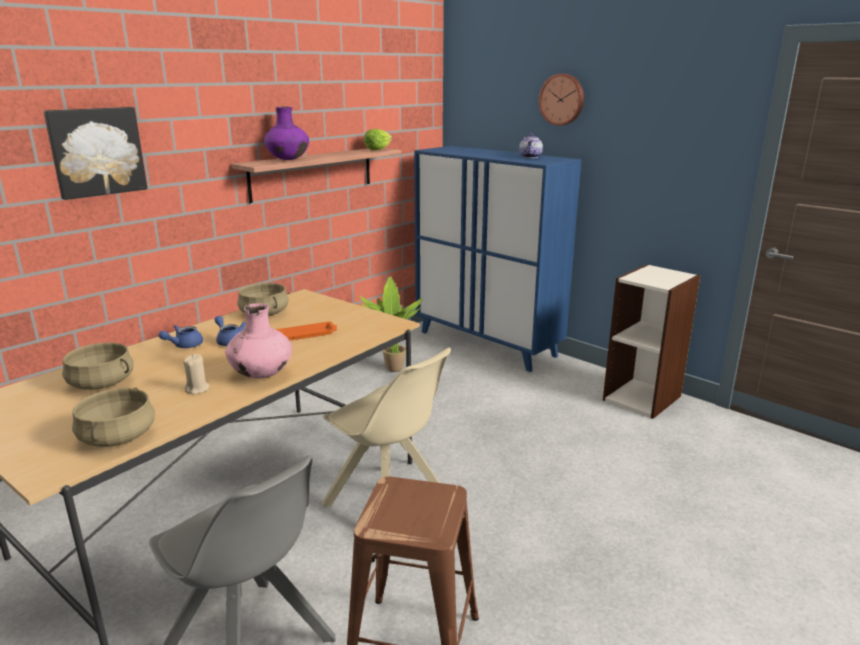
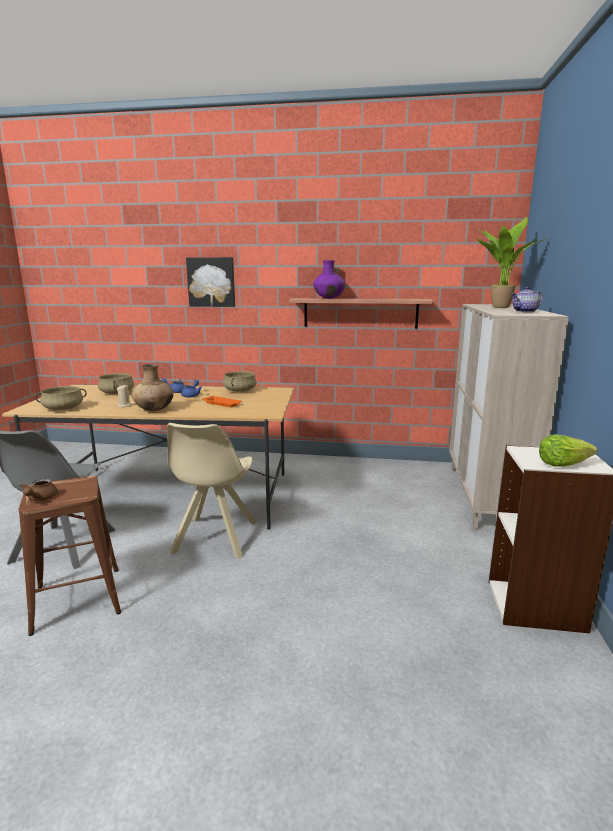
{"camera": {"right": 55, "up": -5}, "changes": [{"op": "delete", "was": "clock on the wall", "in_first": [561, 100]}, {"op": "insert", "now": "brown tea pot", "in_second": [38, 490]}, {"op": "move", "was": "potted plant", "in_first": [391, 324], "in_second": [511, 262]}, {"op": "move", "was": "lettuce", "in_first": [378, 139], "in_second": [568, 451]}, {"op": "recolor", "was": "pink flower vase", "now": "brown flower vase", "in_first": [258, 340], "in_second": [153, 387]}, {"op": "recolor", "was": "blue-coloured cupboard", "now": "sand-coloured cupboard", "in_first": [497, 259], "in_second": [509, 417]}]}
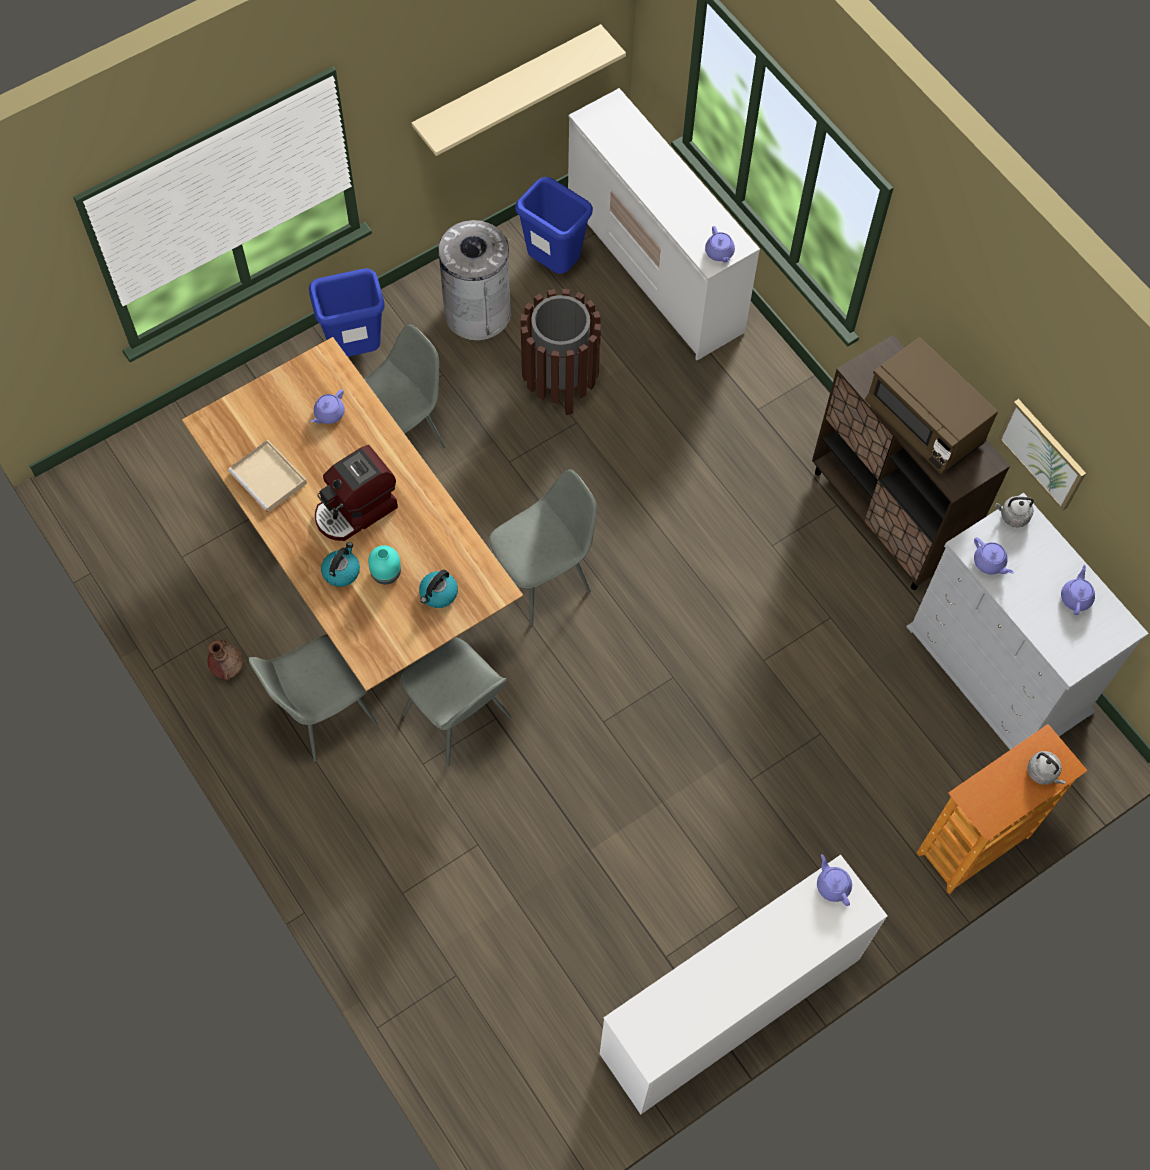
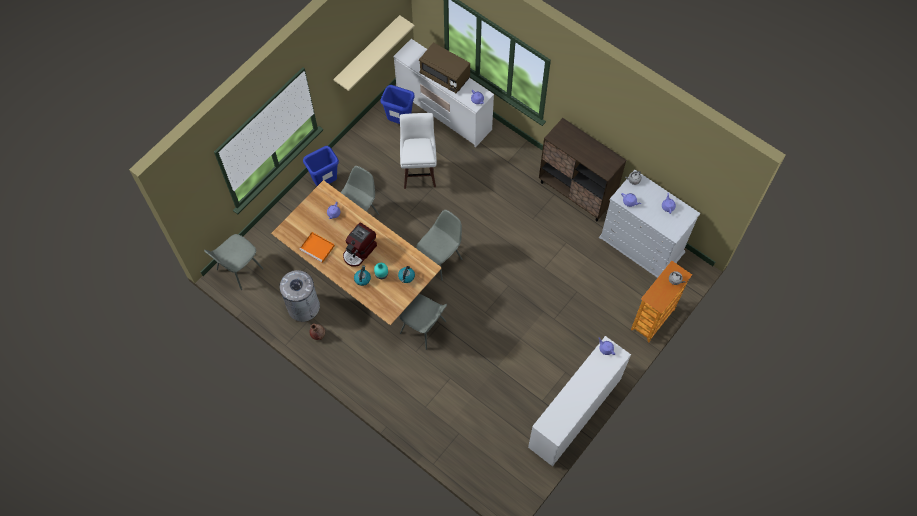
{"camera": {"right": -15, "up": 0}, "changes": [{"op": "delete", "was": "wall art", "in_first": [1042, 455]}, {"op": "move", "was": "gray plain chair", "in_first": [313, 698], "in_second": [234, 262]}, {"op": "move", "was": "gray trash can", "in_first": [474, 280], "in_second": [299, 296]}, {"op": "move", "was": "brown kitchen microwave", "in_first": [931, 405], "in_second": [444, 67]}, {"op": "replace", "was": "brown trash can", "now": "whitish stool seat", "in_first": [561, 352], "in_second": [418, 151]}, {"op": "recolor", "was": "sand-coloured serving tray", "now": "orange-coloured serving tray", "in_first": [267, 476], "in_second": [317, 247]}]}
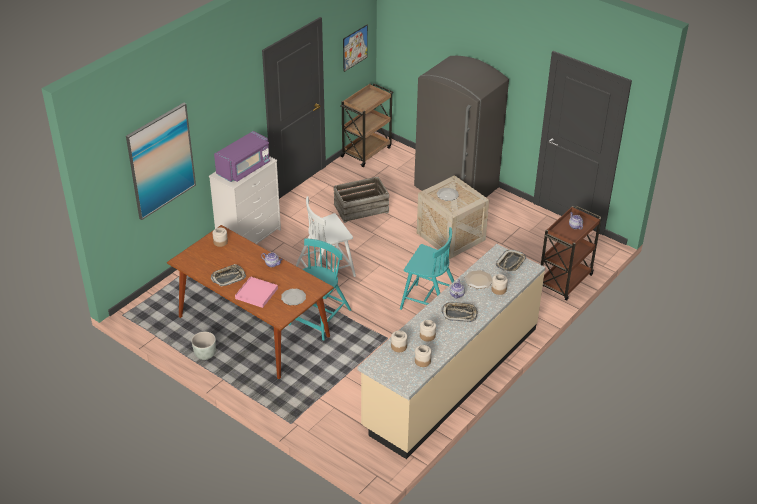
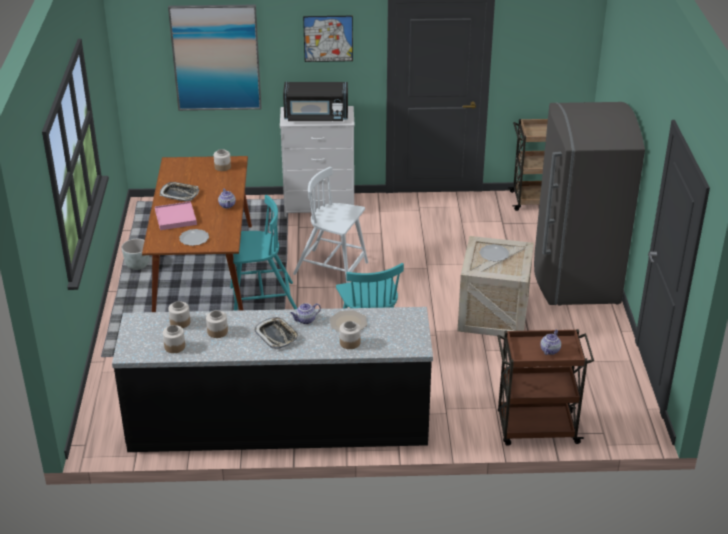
{"camera": {"right": 50, "up": -5}, "changes": [{"op": "delete", "was": "shipping crate", "in_first": [361, 200]}, {"op": "delete", "was": "serving tray", "in_first": [511, 261]}, {"op": "move", "was": "wall art", "in_first": [355, 48], "in_second": [328, 39]}, {"op": "recolor", "was": "purplish kitchen microwave", "now": "black-coloured kitchen microwave", "in_first": [242, 156], "in_second": [315, 101]}, {"op": "recolor", "was": "sand-coloured counter", "now": "black-coloured counter", "in_first": [451, 351], "in_second": [272, 379]}]}
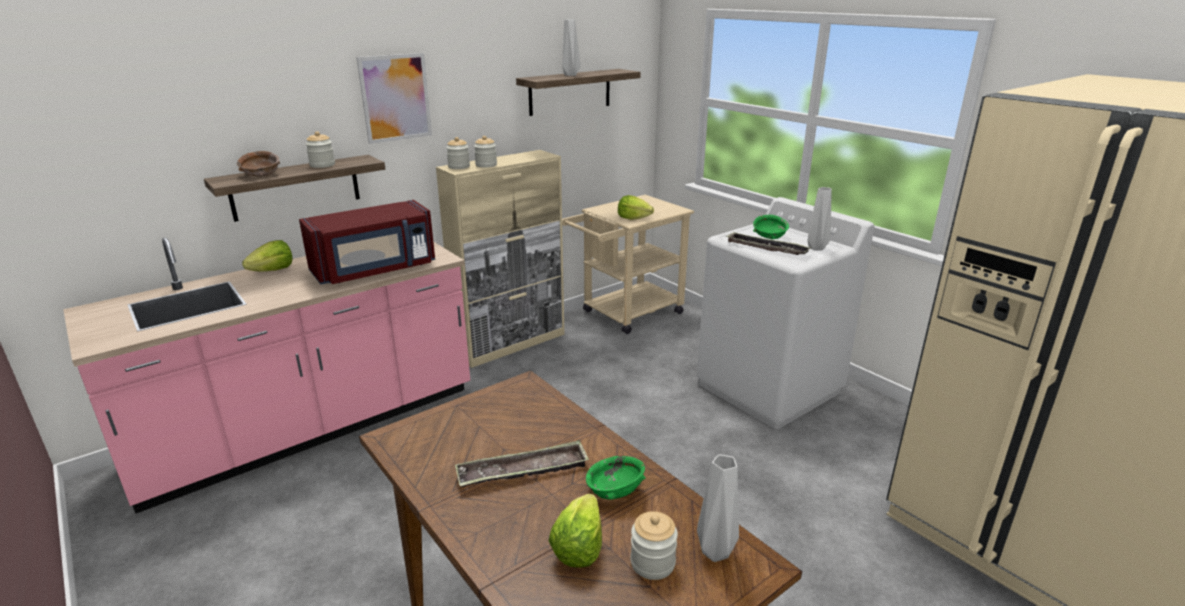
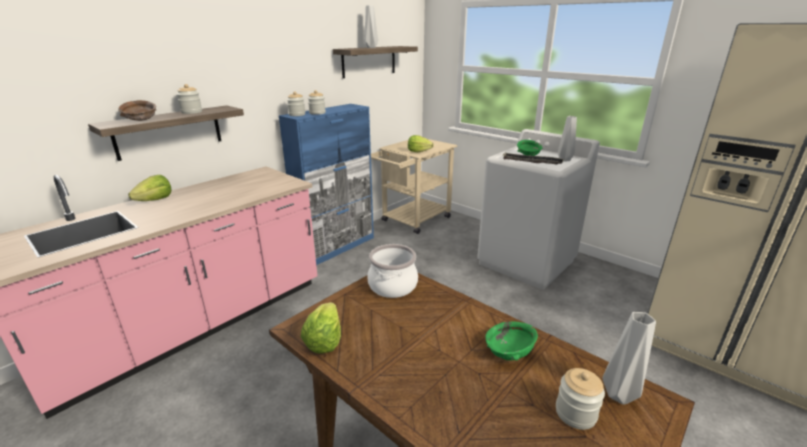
{"camera": {"right": -10, "up": 0}, "changes": [{"op": "delete", "was": "red kitchen microwave", "in_first": [367, 242]}, {"op": "delete", "was": "wall art", "in_first": [394, 98]}, {"op": "delete", "was": "serving tray", "in_first": [522, 463]}, {"op": "insert", "now": "cooking pot", "in_second": [392, 271]}, {"op": "move", "was": "lettuce", "in_first": [575, 531], "in_second": [321, 327]}, {"op": "recolor", "was": "sand-coloured cupboard", "now": "blue-coloured cupboard", "in_first": [500, 259], "in_second": [326, 184]}]}
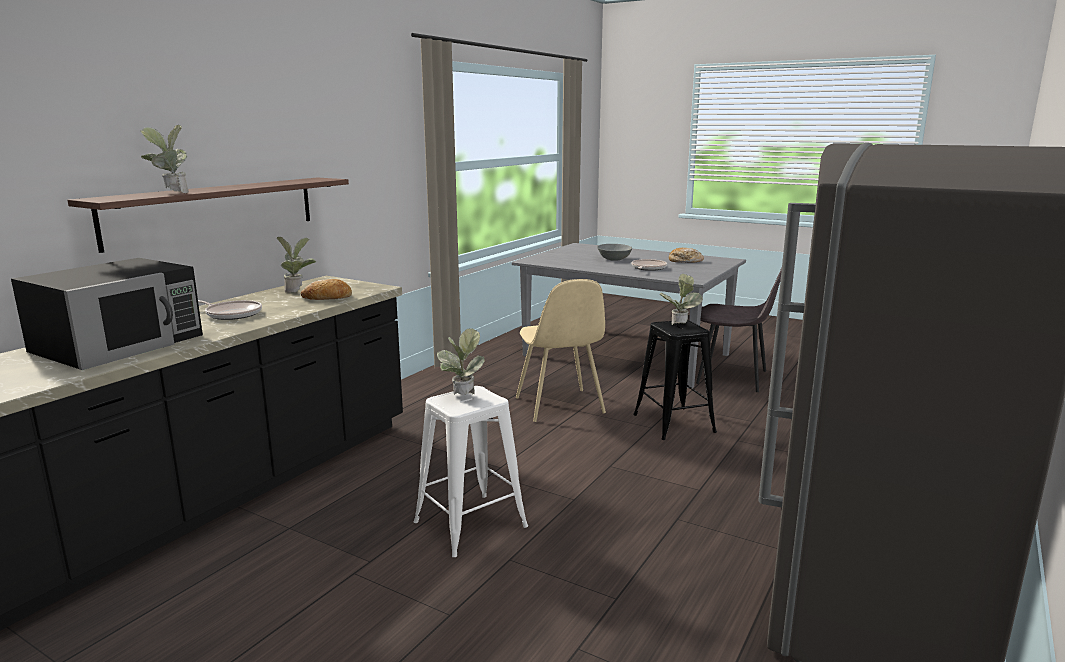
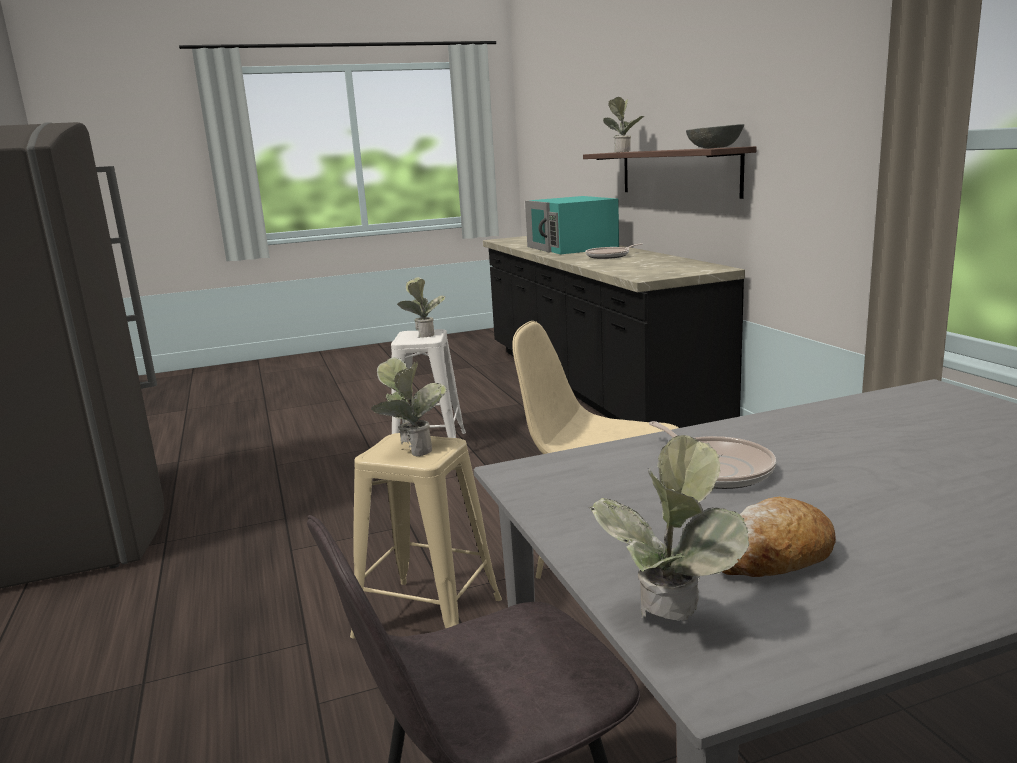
{"camera": {"right": 130, "up": 0}, "changes": [{"op": "delete", "was": "bakery bread", "in_first": [326, 289]}, {"op": "move", "was": "potted plant", "in_first": [296, 265], "in_second": [669, 528]}, {"op": "move", "was": "gray deep dish", "in_first": [614, 252], "in_second": [715, 136]}, {"op": "recolor", "was": "black-coloured kitchen microwave", "now": "turquoise kitchen microwave", "in_first": [107, 314], "in_second": [572, 225]}, {"op": "recolor", "was": "black-coloured stool seat", "now": "sand-coloured stool seat", "in_first": [675, 380], "in_second": [426, 536]}]}
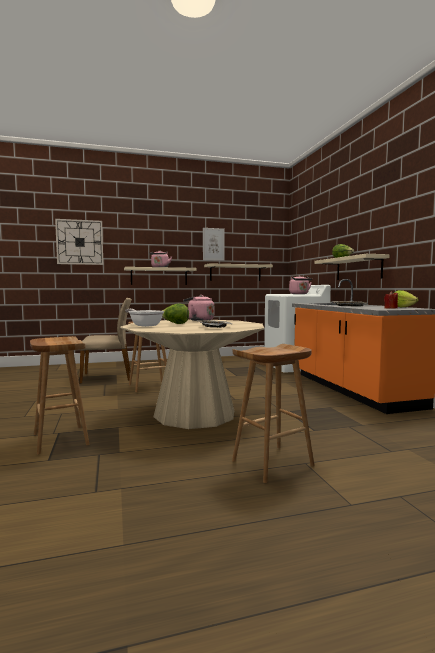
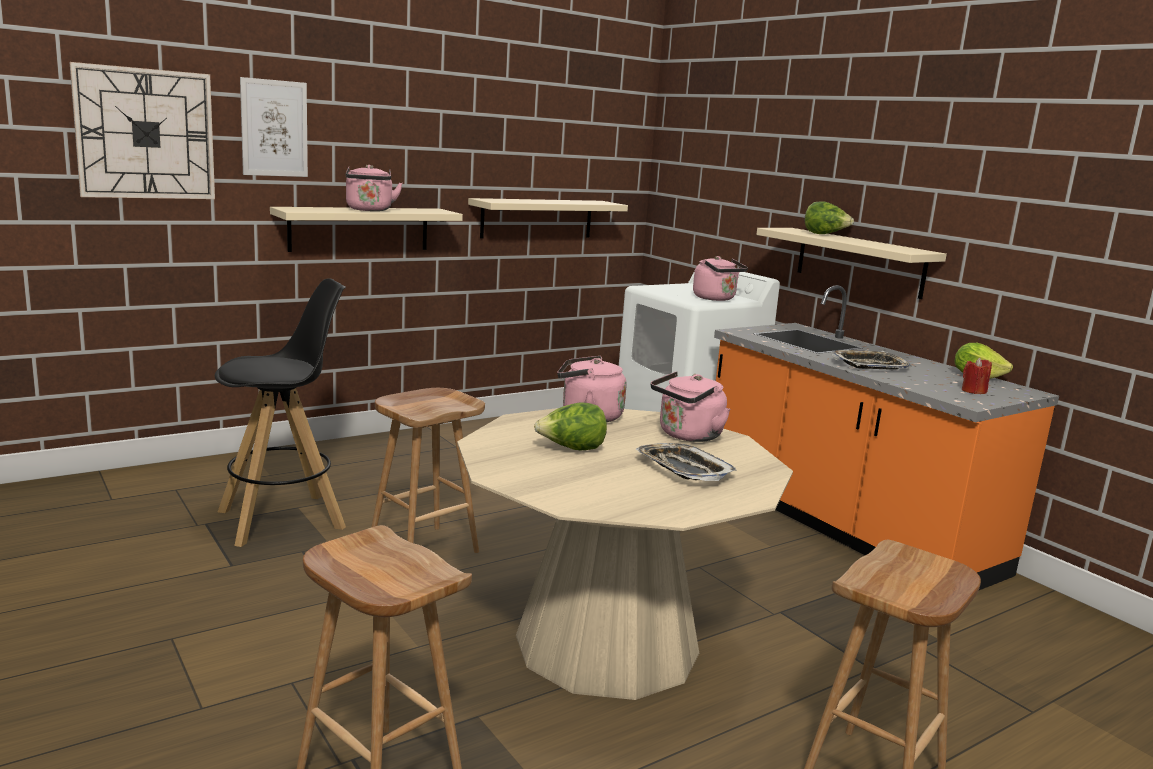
{"camera": {"right": -20, "up": 10}, "changes": [{"op": "delete", "was": "skillet", "in_first": [144, 318]}, {"op": "insert", "now": "pink water kettle", "in_second": [691, 406]}, {"op": "move", "was": "wall art", "in_first": [213, 244], "in_second": [274, 127]}, {"op": "replace", "was": "sand-coloured plain chair", "now": "black-coloured stool seat", "in_first": [106, 340], "in_second": [280, 412]}]}
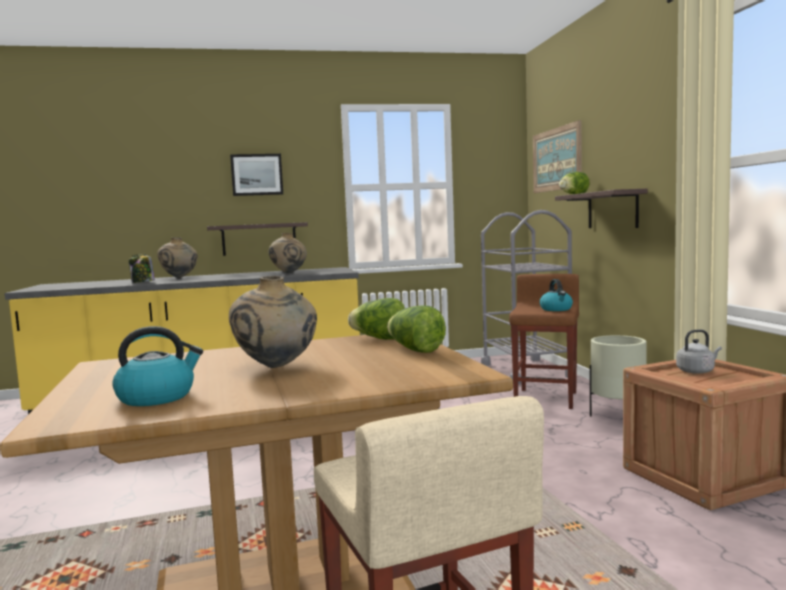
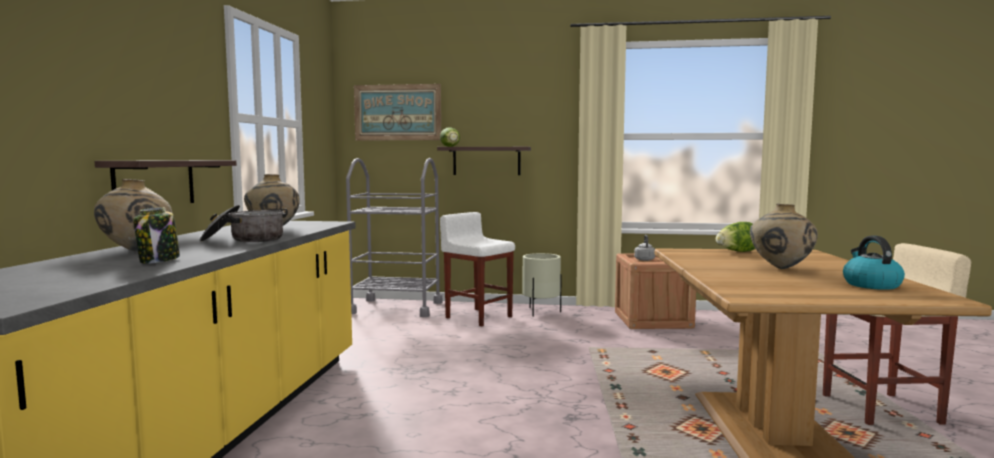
{"camera": {"right": -70, "up": 0}, "changes": [{"op": "delete", "was": "wall art", "in_first": [256, 175]}, {"op": "delete", "was": "lettuce", "in_first": [376, 319]}, {"op": "delete", "was": "water kettle", "in_first": [556, 295]}, {"op": "insert", "now": "cooking pot", "in_second": [244, 223]}, {"op": "recolor", "was": "brown stool seat", "now": "whitish stool seat", "in_first": [544, 341], "in_second": [477, 269]}]}
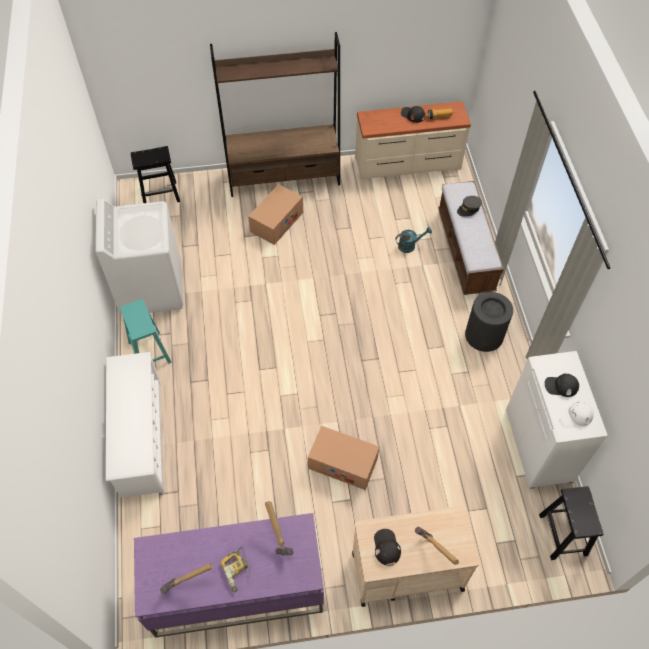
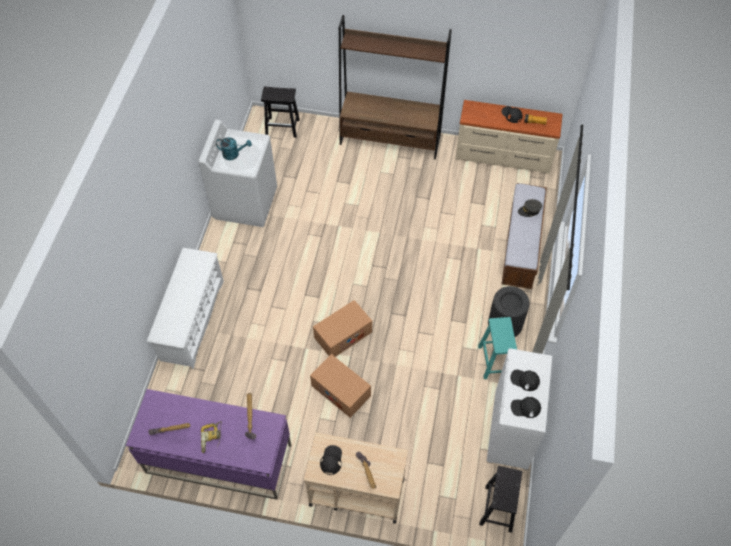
{"camera": {"right": 20, "up": 0}, "changes": [{"op": "move", "was": "turquoise stool seat", "in_first": [146, 331], "in_second": [497, 348]}, {"op": "move", "was": "cardboard box", "in_first": [275, 214], "in_second": [342, 328]}, {"op": "move", "was": "turquoise sprinkling can", "in_first": [413, 240], "in_second": [234, 148]}, {"op": "recolor", "was": "whitish peaked cap", "now": "black-coloured peaked cap", "in_first": [576, 415], "in_second": [526, 407]}]}
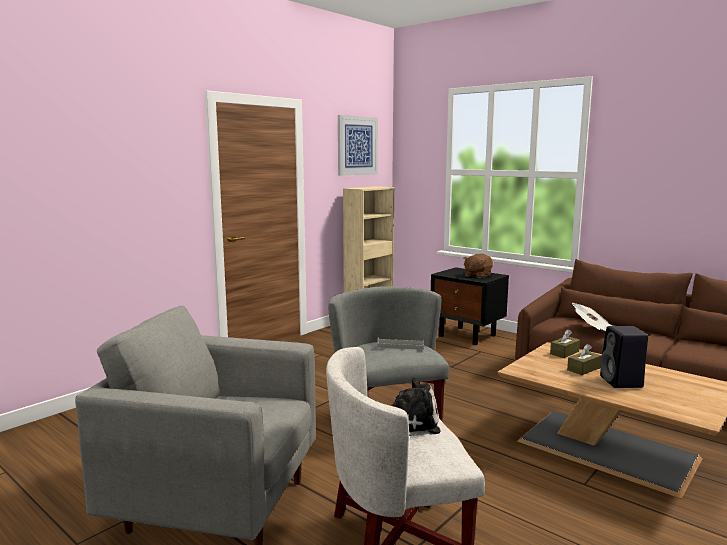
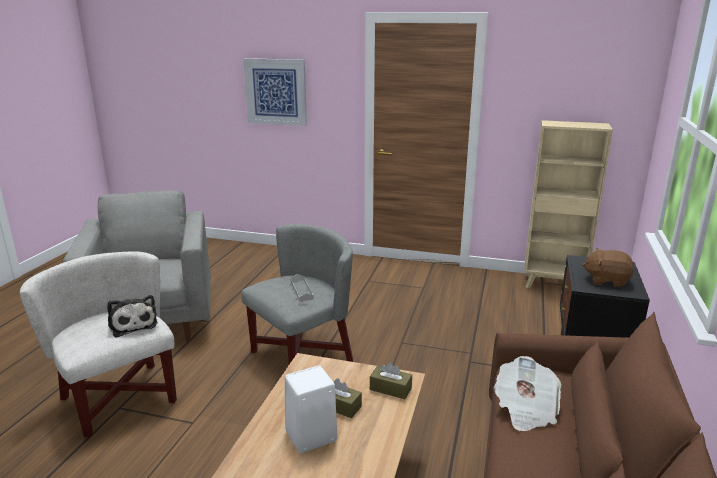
{"camera": {"right": 65, "up": 10}, "changes": [{"op": "move", "was": "wall art", "in_first": [358, 145], "in_second": [275, 92]}, {"op": "recolor", "was": "black-coloured speaker", "now": "whitish speaker", "in_first": [624, 357], "in_second": [311, 409]}]}
